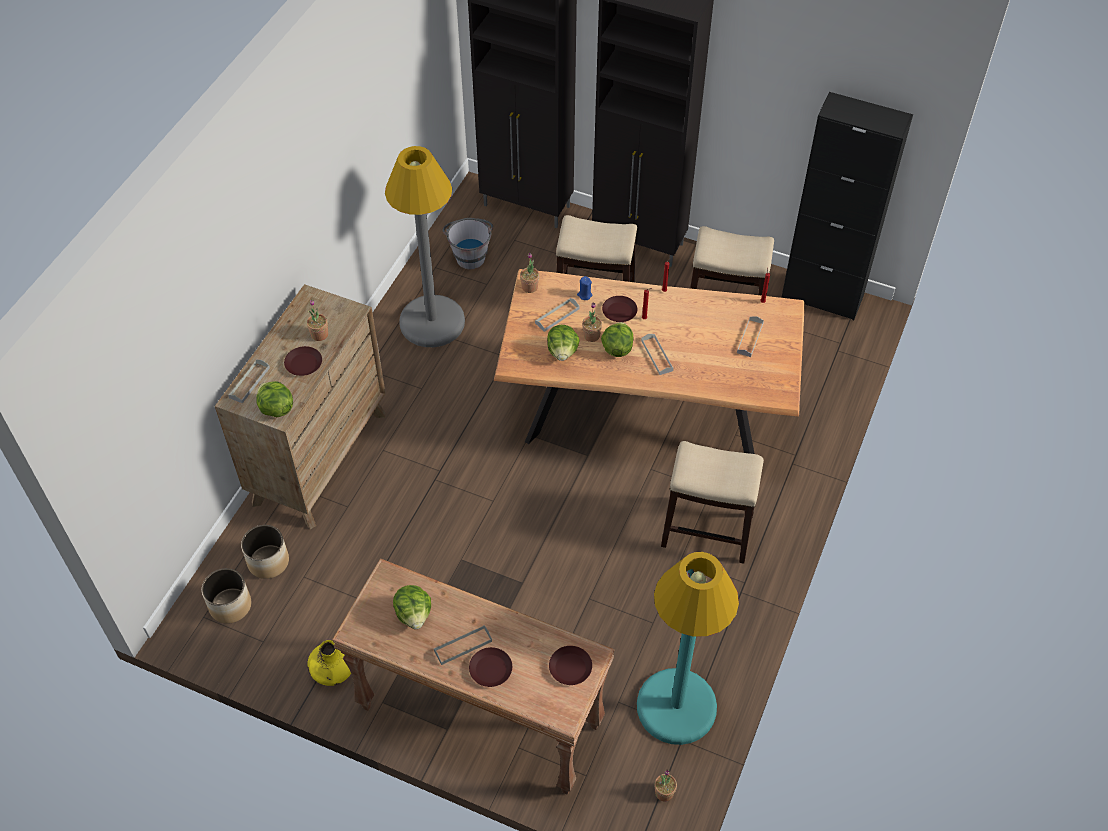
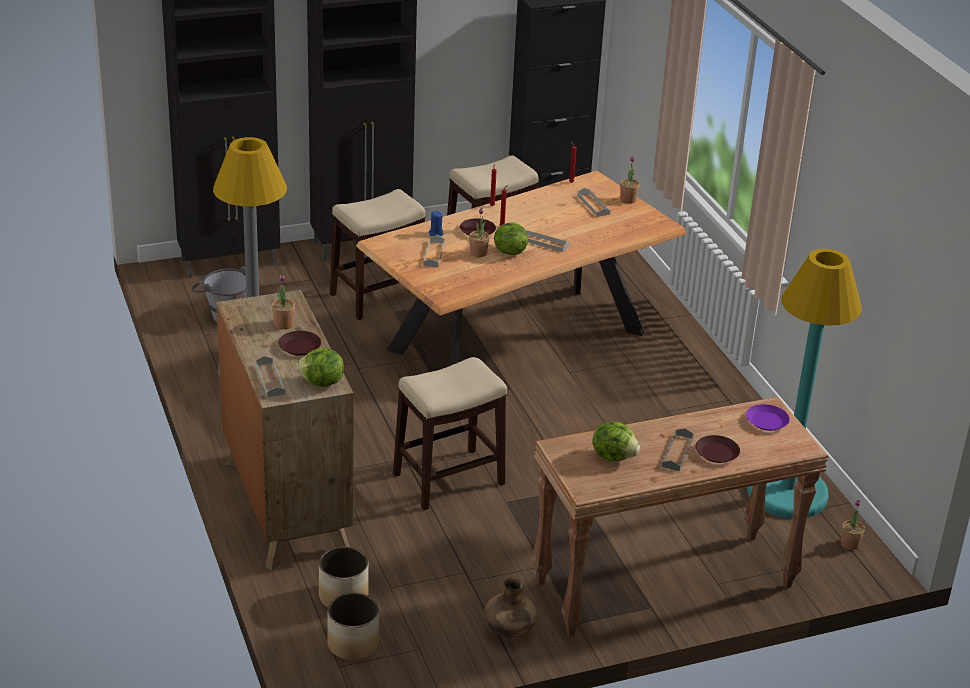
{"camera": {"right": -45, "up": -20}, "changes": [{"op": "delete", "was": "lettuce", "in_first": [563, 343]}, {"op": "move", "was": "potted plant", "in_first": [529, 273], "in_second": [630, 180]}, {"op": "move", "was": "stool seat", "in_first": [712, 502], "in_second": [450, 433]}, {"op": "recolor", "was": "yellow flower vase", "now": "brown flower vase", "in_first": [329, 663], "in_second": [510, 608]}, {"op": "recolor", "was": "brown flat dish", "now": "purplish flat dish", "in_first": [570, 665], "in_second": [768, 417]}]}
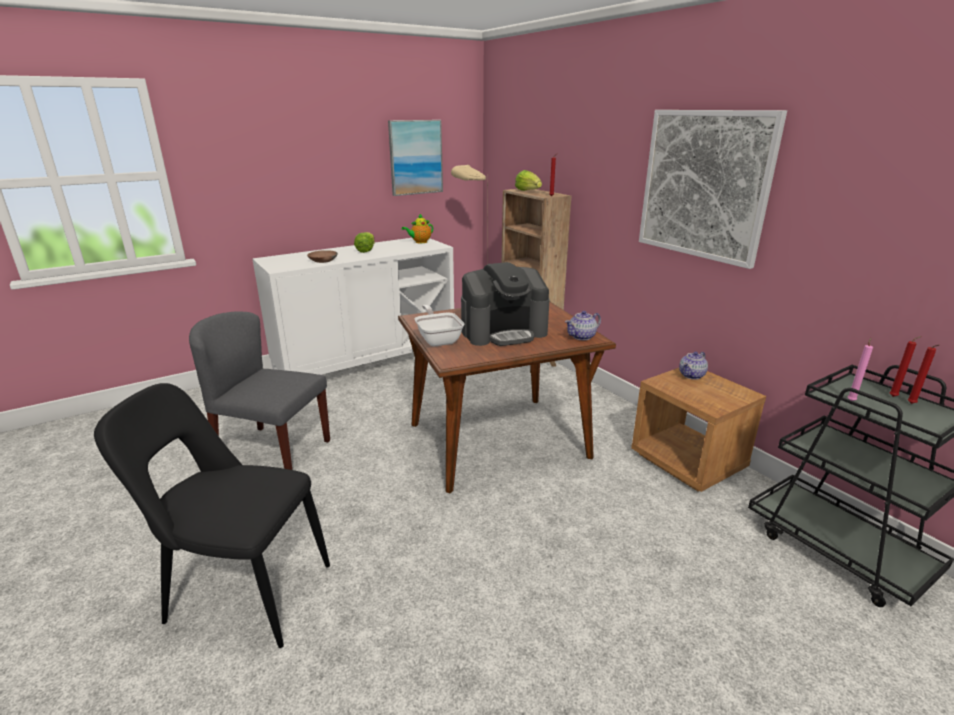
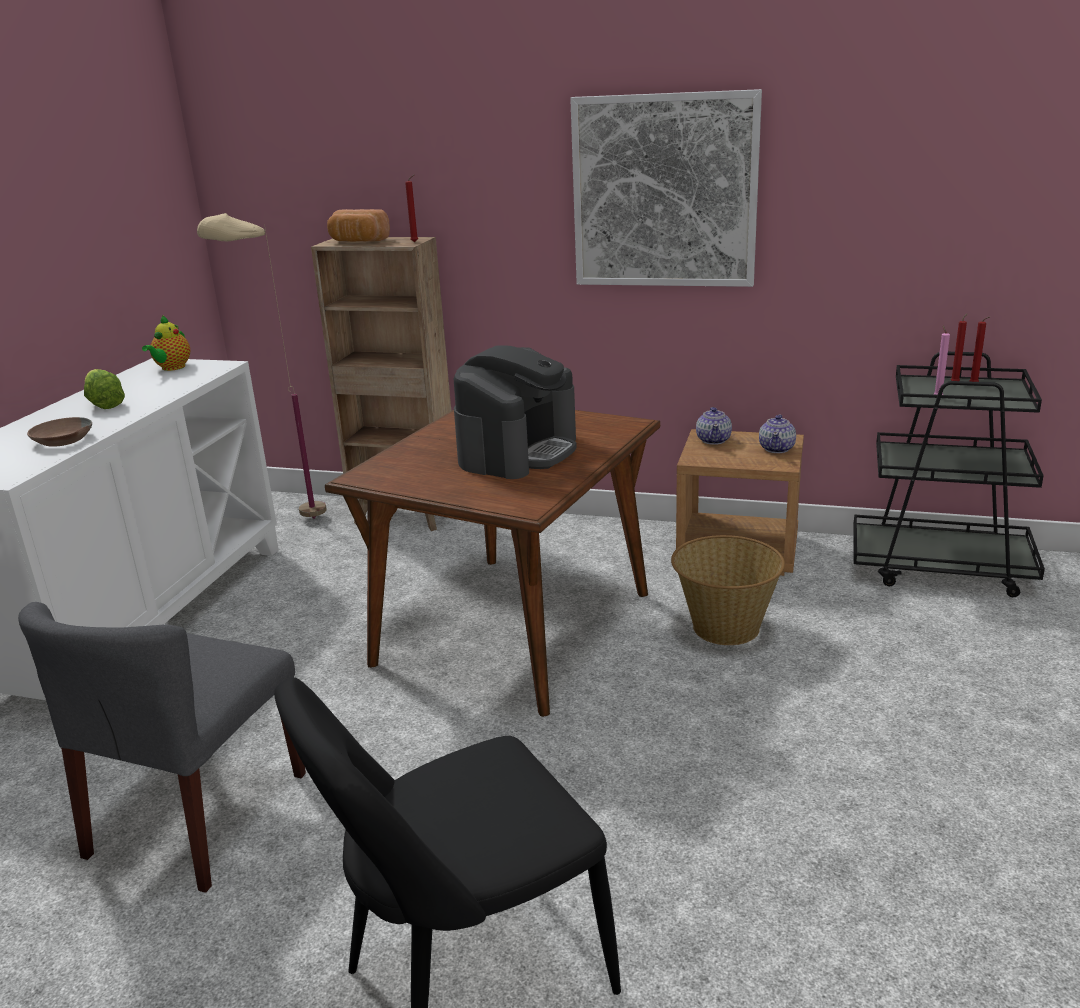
{"camera": {"right": -40, "up": 0}, "changes": [{"op": "delete", "was": "wall art", "in_first": [415, 158]}, {"op": "delete", "was": "skillet", "in_first": [439, 325]}, {"op": "insert", "now": "basket", "in_second": [728, 590]}, {"op": "move", "was": "tea pot", "in_first": [583, 325], "in_second": [777, 433]}, {"op": "replace", "was": "lettuce", "now": "bakery bread", "in_first": [528, 180], "in_second": [358, 225]}, {"op": "rotate", "was": "gray plain chair", "in_first": [259, 390], "in_second": [162, 747], "clockwise": -45}]}
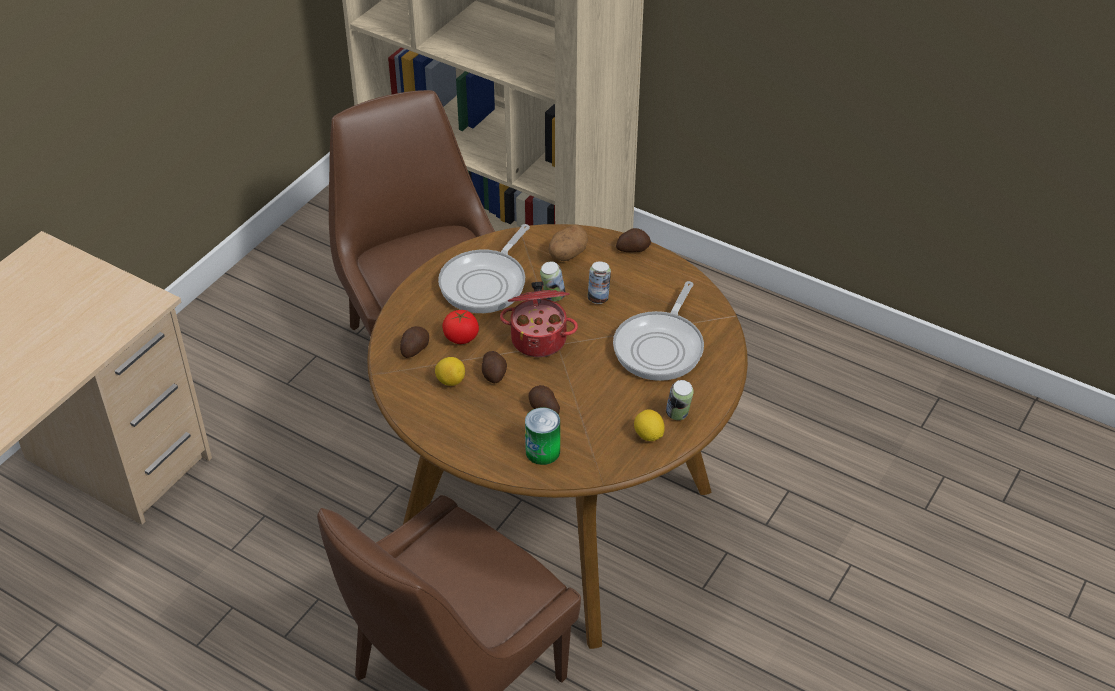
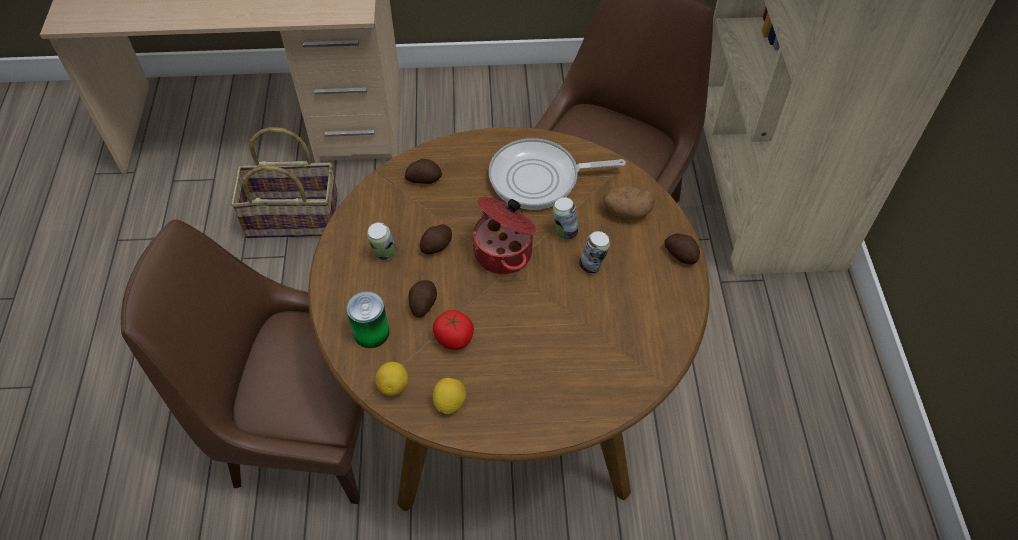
{"camera": {"right": 55, "up": 10}, "changes": [{"op": "delete", "was": "skillet", "in_first": [658, 331]}, {"op": "insert", "now": "basket", "in_second": [284, 182]}, {"op": "move", "was": "whole lemon", "in_first": [450, 371], "in_second": [391, 379]}, {"op": "move", "was": "whole tomato", "in_first": [460, 327], "in_second": [453, 330]}, {"op": "move", "was": "can", "in_first": [680, 400], "in_second": [382, 241]}]}
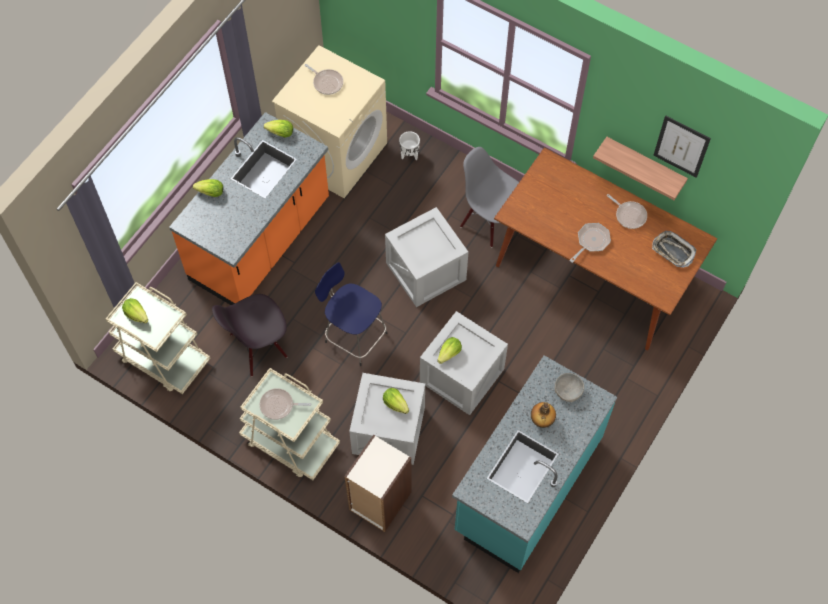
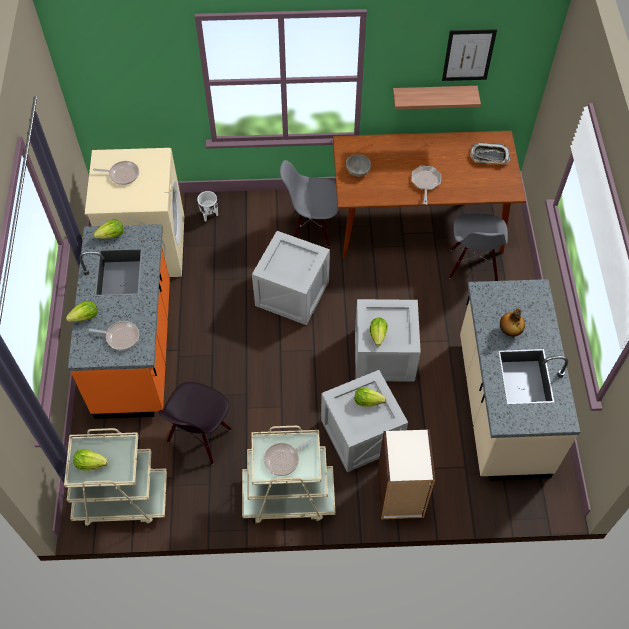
{"camera": {"right": -35, "up": -5}, "changes": [{"op": "delete", "was": "blue-coloured stool seat", "in_first": [351, 314]}, {"op": "insert", "now": "gray plain chair", "in_second": [478, 247]}, {"op": "move", "was": "gray deep dish", "in_first": [569, 387], "in_second": [358, 165]}, {"op": "move", "was": "skillet", "in_first": [627, 211], "in_second": [114, 335]}, {"op": "recolor", "was": "turquoise counter", "now": "sand-coloured counter", "in_first": [534, 464], "in_second": [520, 380]}]}
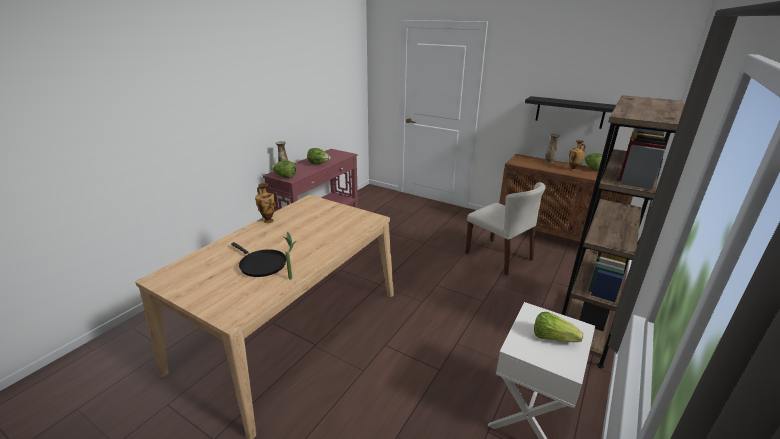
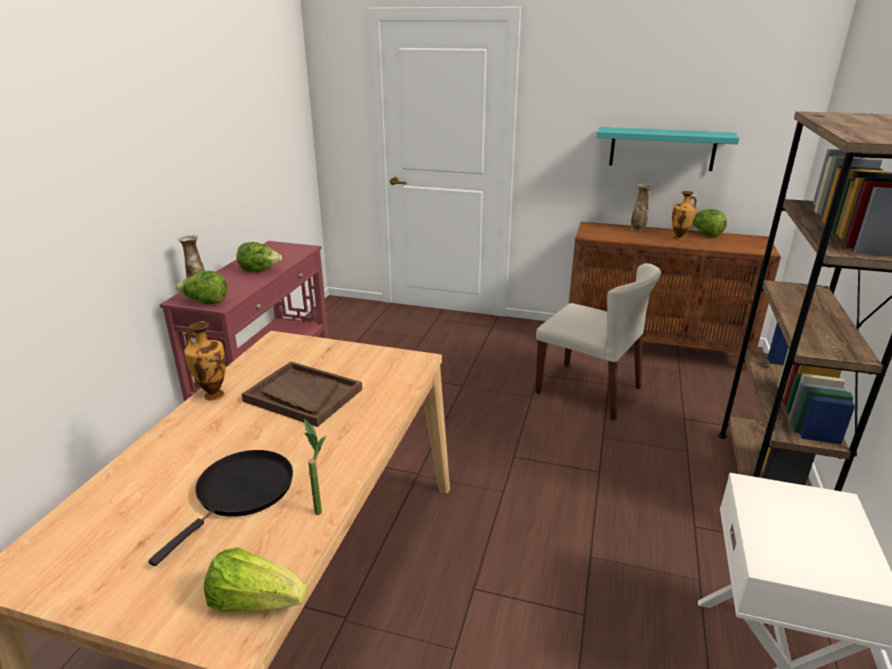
{"camera": {"right": -15, "up": 0}, "changes": [{"op": "insert", "now": "brown serving tray", "in_second": [302, 394]}, {"op": "move", "was": "lettuce", "in_first": [558, 327], "in_second": [255, 579]}, {"op": "recolor", "was": "black-coloured shelf", "now": "turquoise shelf", "in_first": [570, 112], "in_second": [668, 149]}, {"op": "rotate", "was": "black-coloured skillet", "in_first": [258, 259], "in_second": [220, 508], "clockwise": -90}]}
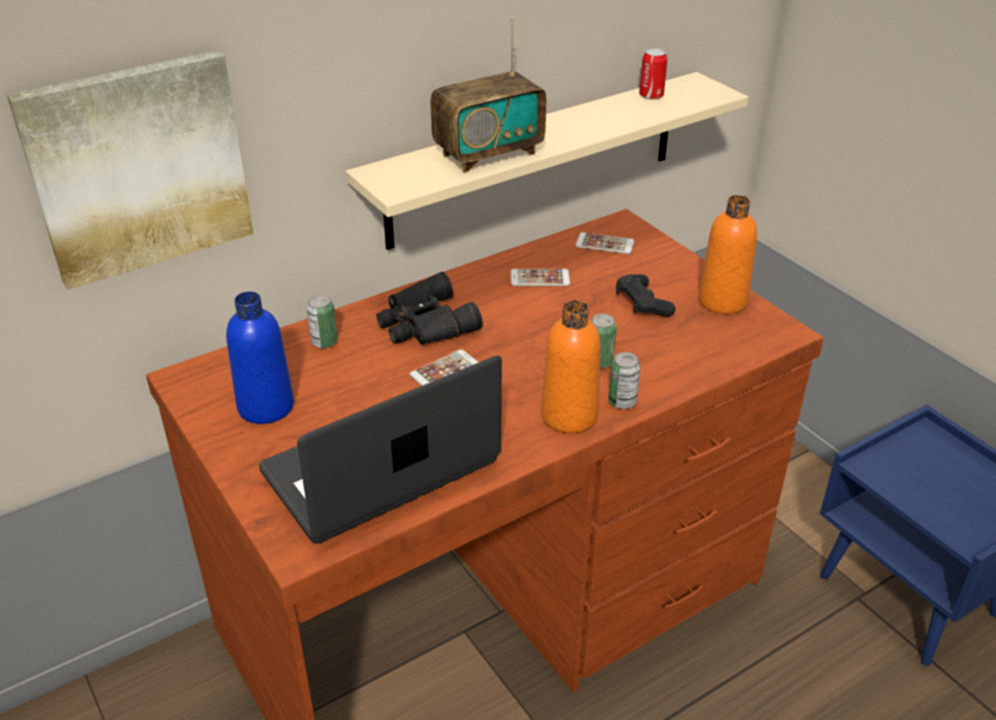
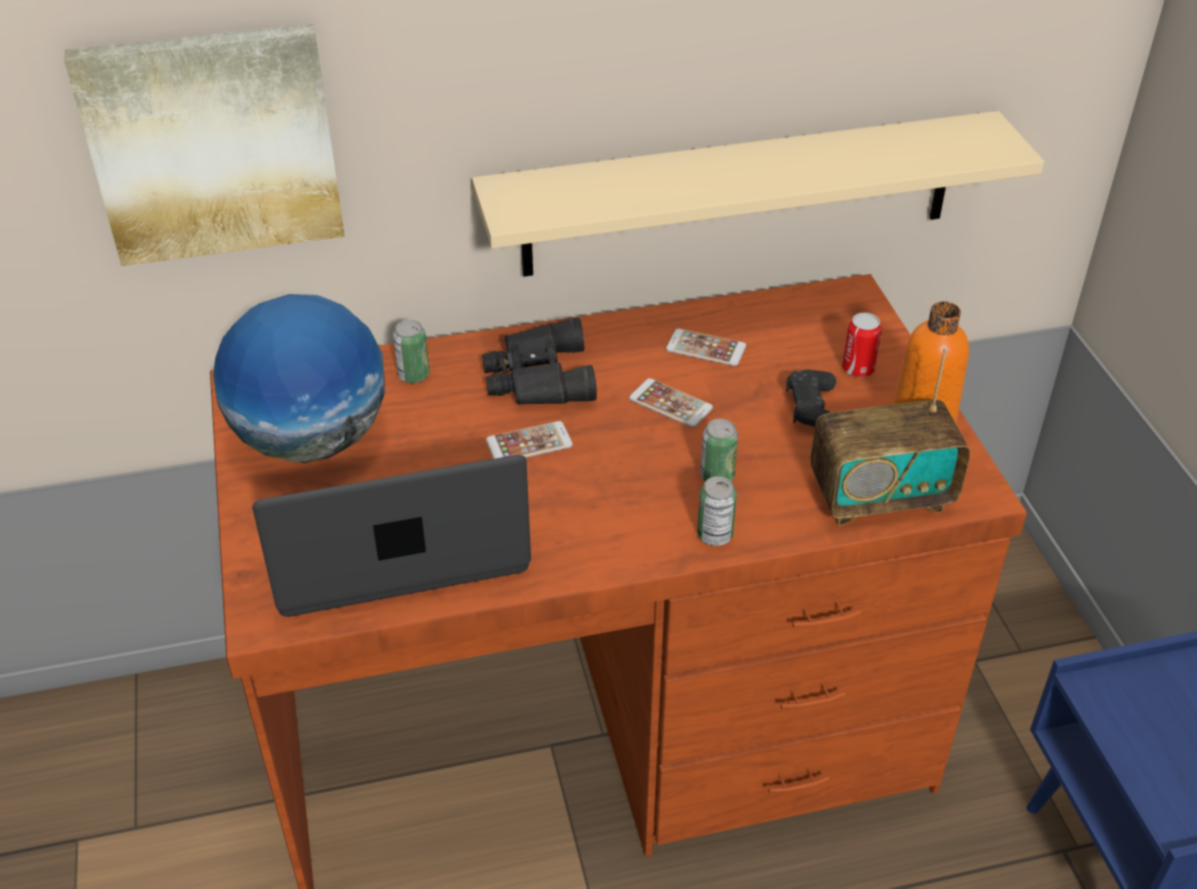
{"camera": {"right": 20, "up": 5}, "changes": [{"op": "delete", "was": "orange-coloured bottle", "in_first": [571, 366]}, {"op": "move", "was": "radio receiver", "in_first": [488, 95], "in_second": [890, 436]}, {"op": "move", "was": "telephone", "in_first": [604, 243], "in_second": [671, 403]}, {"op": "move", "was": "can", "in_first": [653, 74], "in_second": [862, 345]}, {"op": "replace", "was": "blue-coloured bottle", "now": "world globe", "in_first": [260, 358], "in_second": [299, 378]}]}
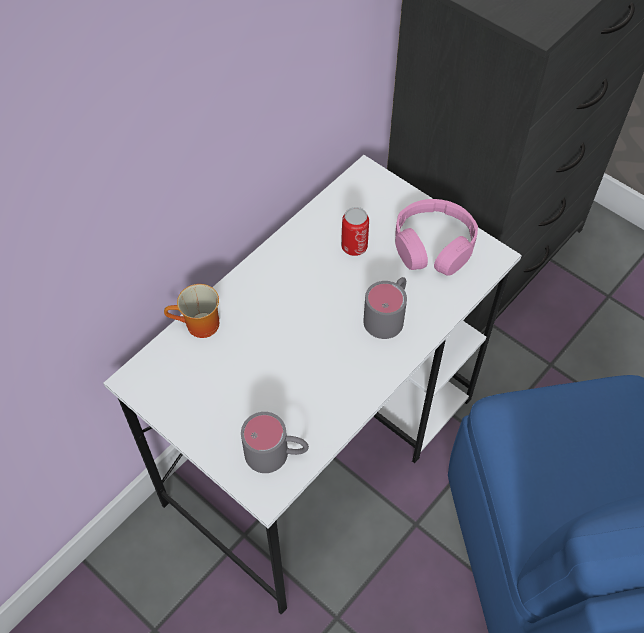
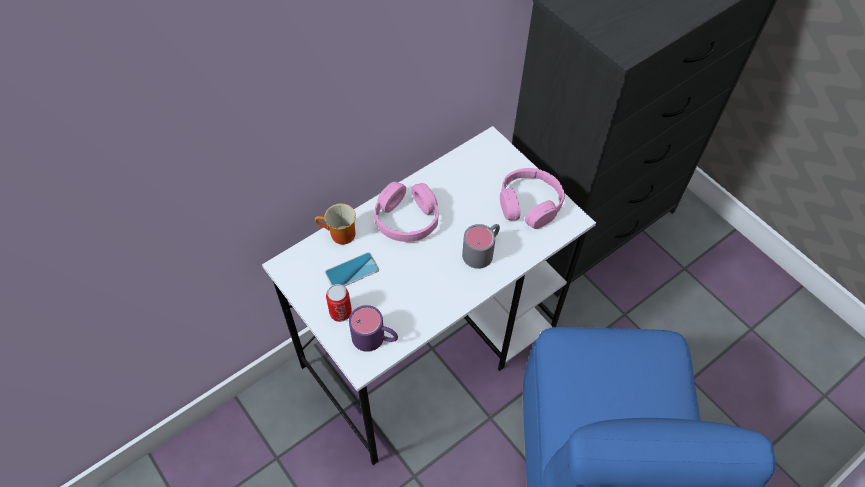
{"camera": {"right": 10, "up": 0}, "changes": [{"op": "insert", "now": "telephone", "in_second": [352, 269]}, {"op": "insert", "now": "pink headset", "in_second": [406, 212]}, {"op": "move", "was": "can", "in_first": [355, 231], "in_second": [339, 303]}, {"op": "recolor", "was": "gray mug", "now": "purplish mug", "in_first": [275, 442], "in_second": [373, 328]}]}
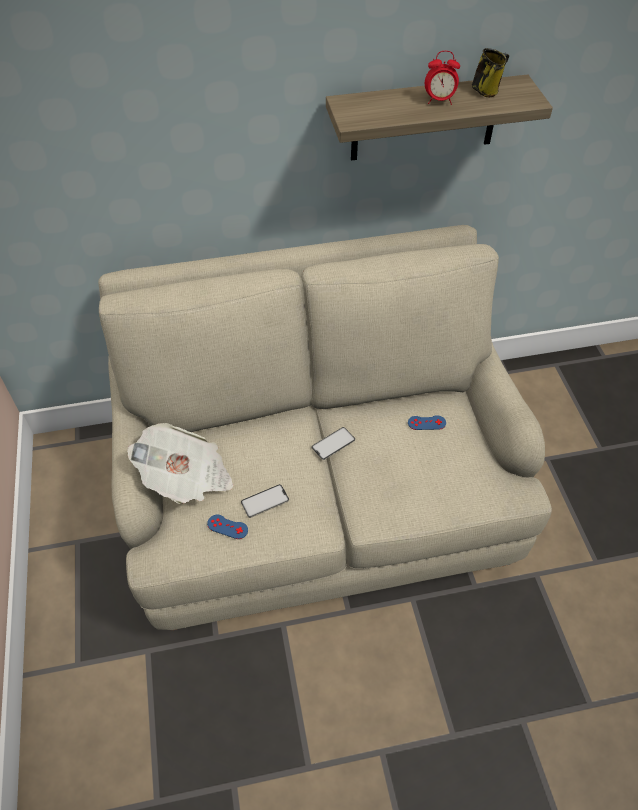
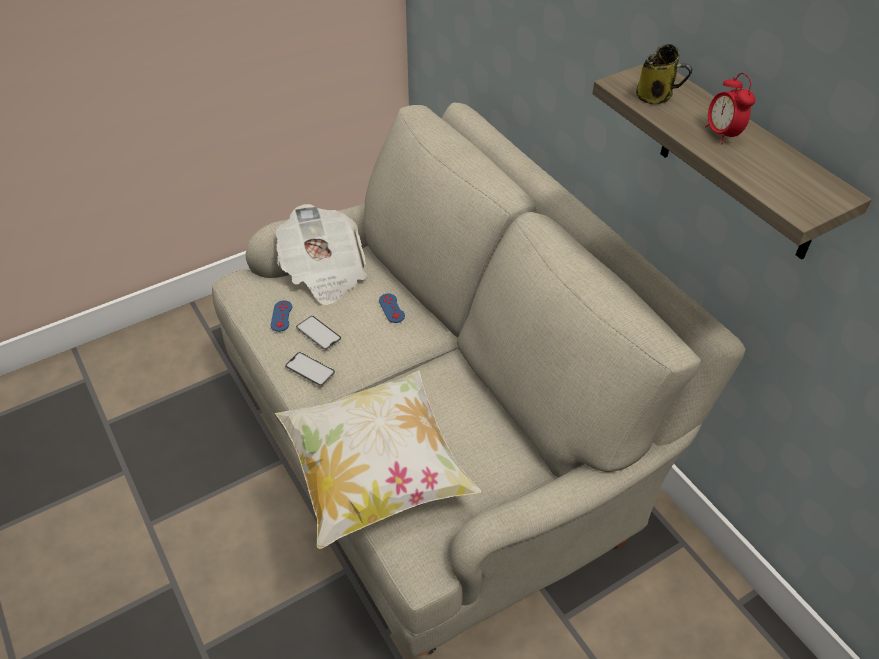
{"camera": {"right": 70, "up": -5}, "changes": [{"op": "insert", "now": "throw pillow", "in_second": [378, 459]}, {"op": "move", "was": "telephone", "in_first": [333, 443], "in_second": [310, 369]}, {"op": "move", "was": "blue-coloured gamepad", "in_first": [427, 422], "in_second": [392, 308]}, {"op": "move", "was": "mug", "in_first": [490, 73], "in_second": [664, 74]}]}
